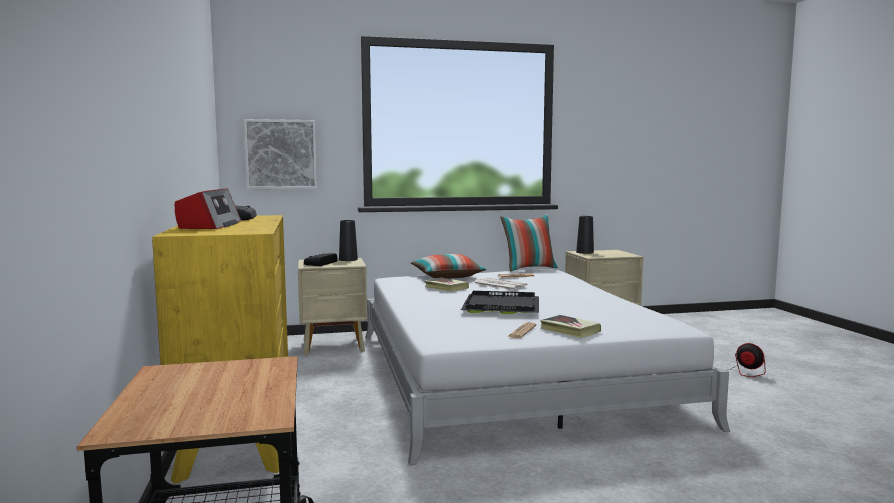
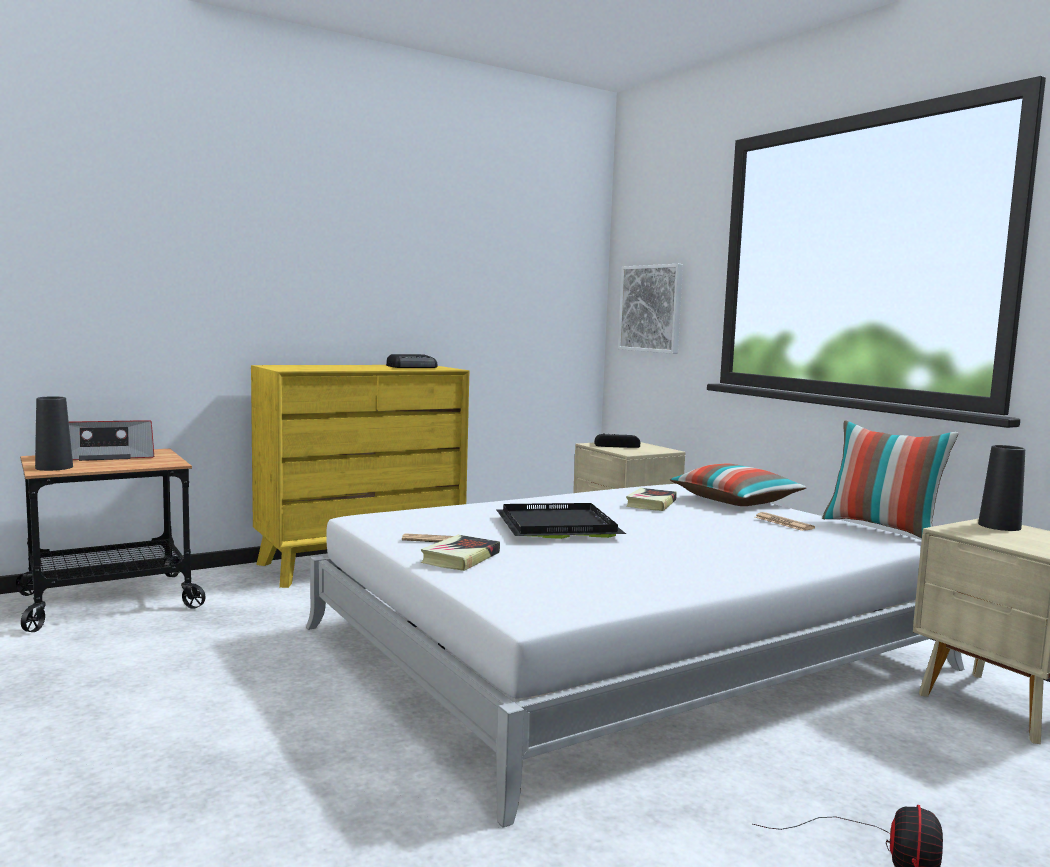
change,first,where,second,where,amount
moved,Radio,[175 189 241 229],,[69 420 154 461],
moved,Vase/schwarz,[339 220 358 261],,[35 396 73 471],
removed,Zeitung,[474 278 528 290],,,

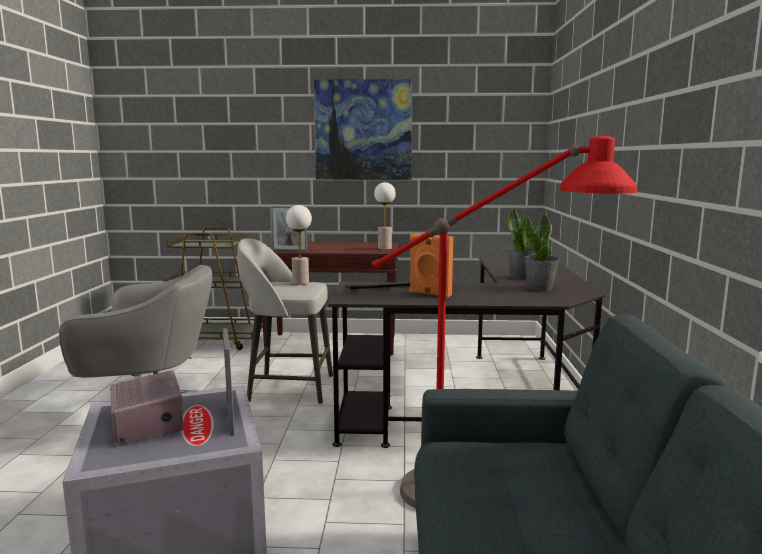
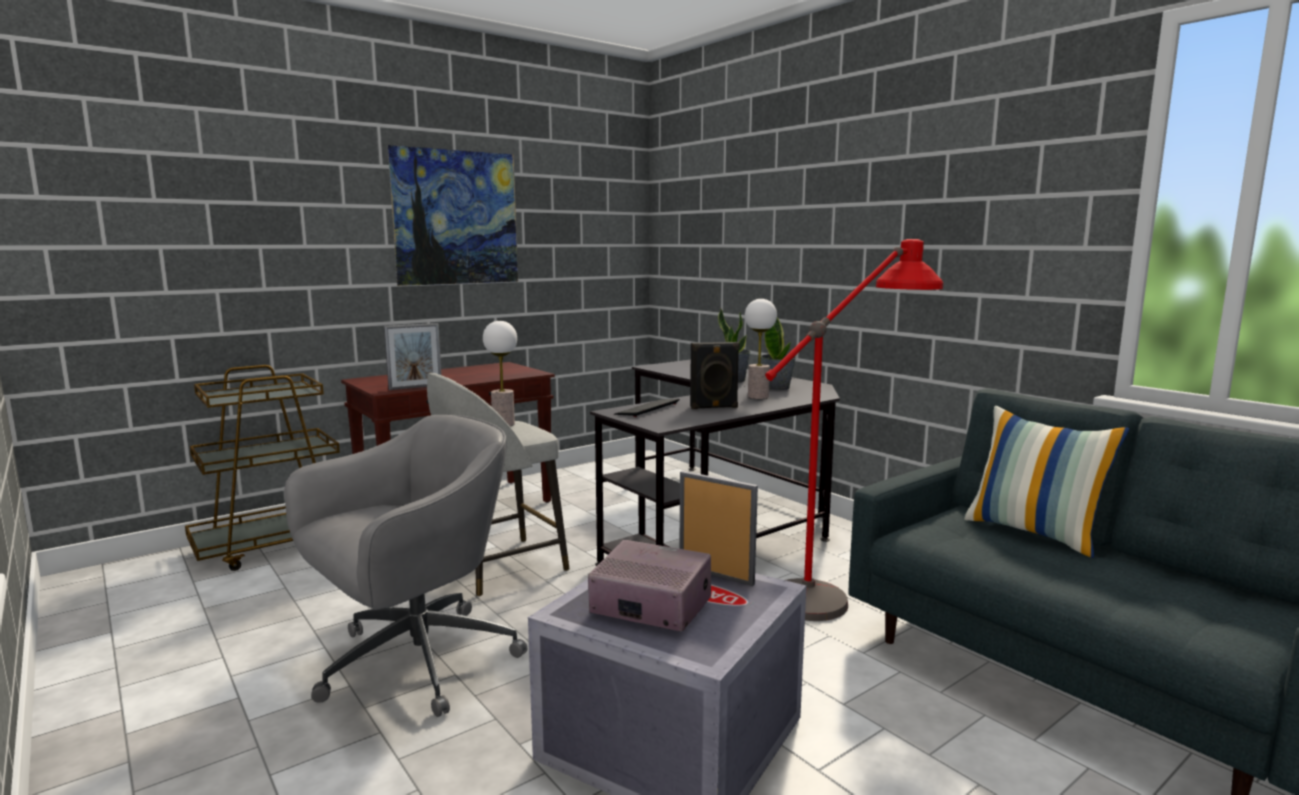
change,first,where,second,where,amount
moved,Tischlampe,[374 182 396 250],,[745 299 777 399],
recoloured,Lautsprecher/orange,[409 234 453 297],Lautsprecher/schwarz,[690 342 740 409],
added,,,Kissen,[964 406 1129 558],

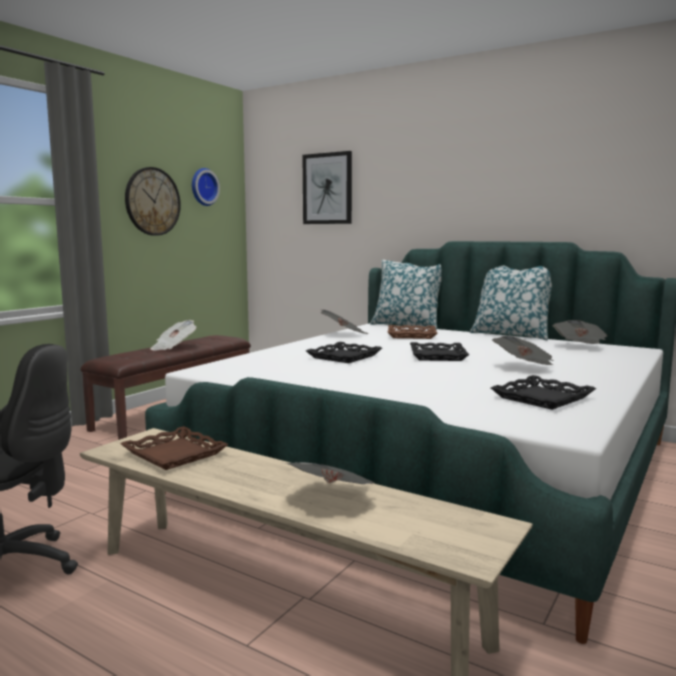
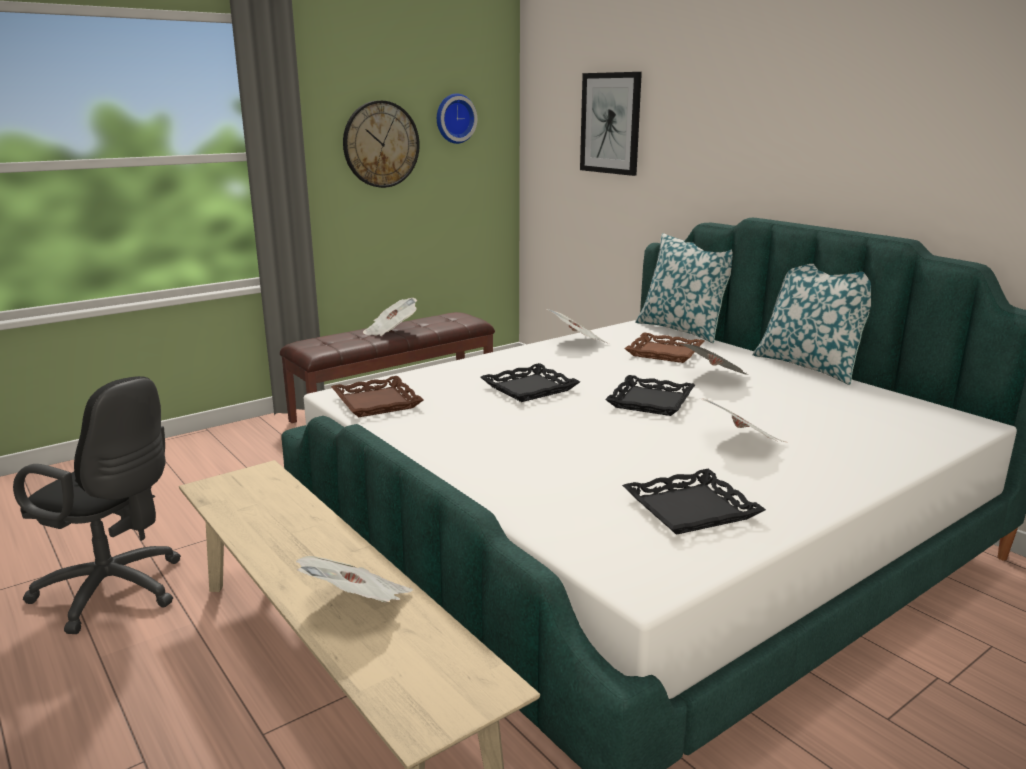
change,first,where,second,where,amount
moved,Tablett/braun,[120 426 229 470],,[331 376 424 417],
moved,Zeitung,[552 320 608 344],,[680 344 750 375],

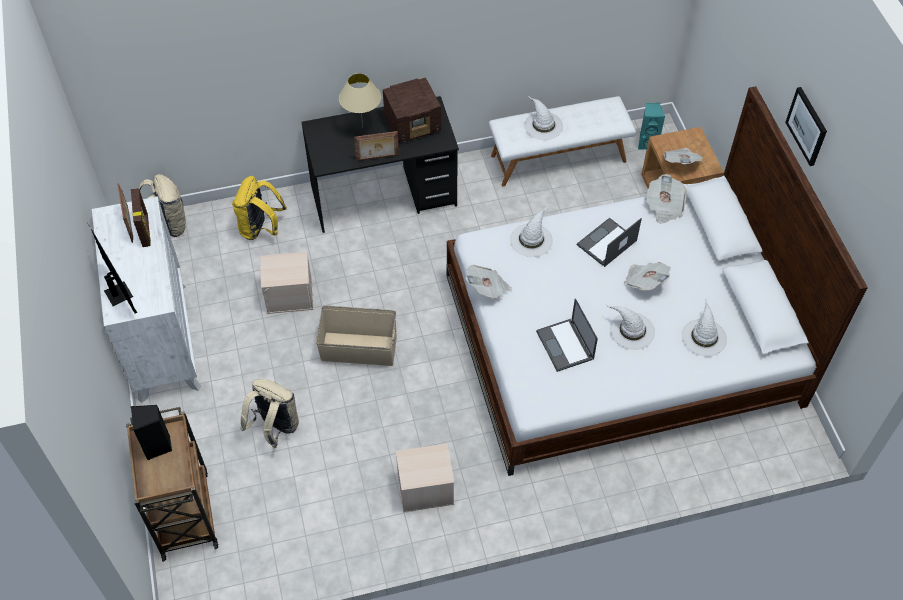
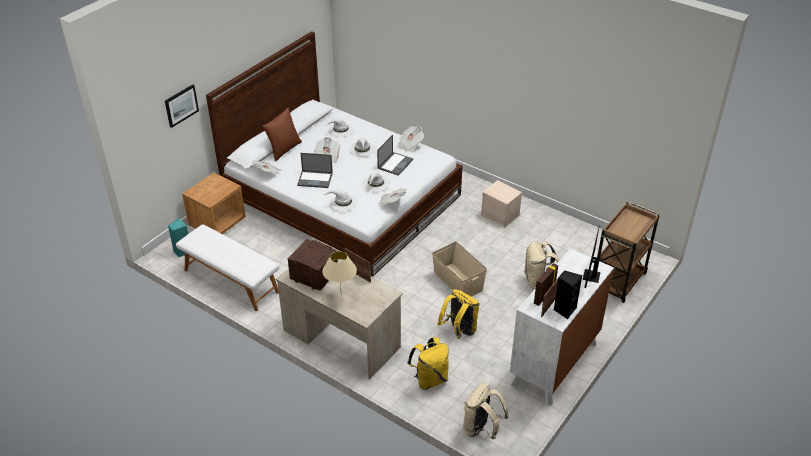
change,first,where,second,where,amount
moved,Lautsprecher/schwarz,[131 405 172 460],,[554 270 582 319],
replaced,Aufbewahrungsbox/beige,[260 252 313 314],Rucksack/gelb,[437 289 479 339],
recoloured,Schreibtisch/schwarz,[301 96 459 233],Schreibtisch/beige,[276 260 403 380],
moved,Hut/weiß,[524 96 563 140],,[362 172 390 192],
moved,Zeitung,[664 148 703 164],,[397 126 424 151],
moved,Bild,[785 87 827 166],,[165 84 199 128],
added,,,Kissen/braun,[263 108 302 161],

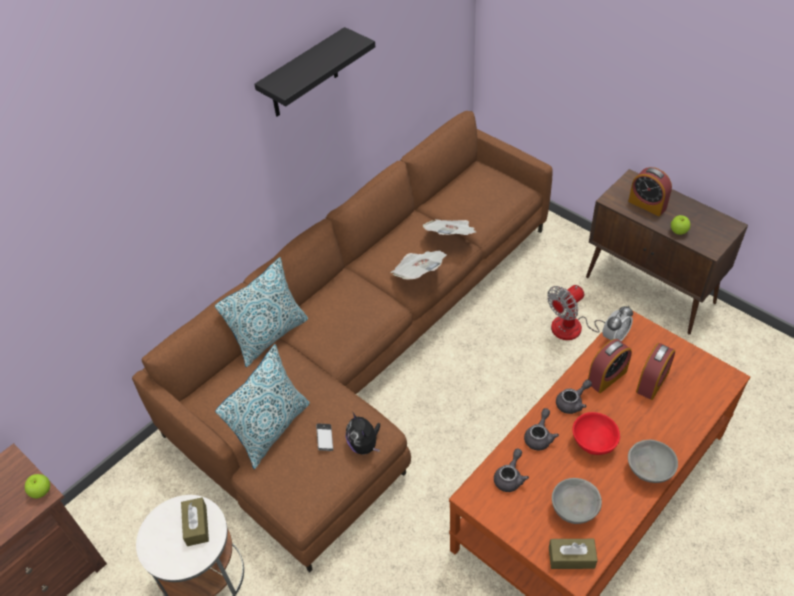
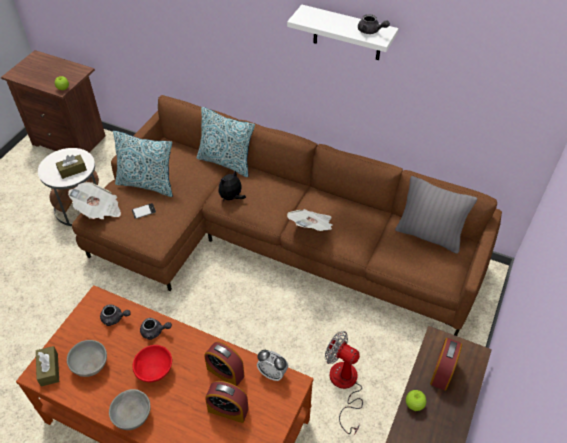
change,first,where,second,where,amount
recoloured,Wandregal/schwarz,[254 27 375 117],Wandregal/weiß,[287 5 399 60],
moved,Plüschtier,[346 412 380 455],,[218 170 246 201],
moved,Zeitung,[423 219 476 235],,[68 182 121 220],
moved,Teekanne/grau,[556 380 592 414],,[358 14 390 34],
added,,,Kissen/grau,[395 176 477 254],

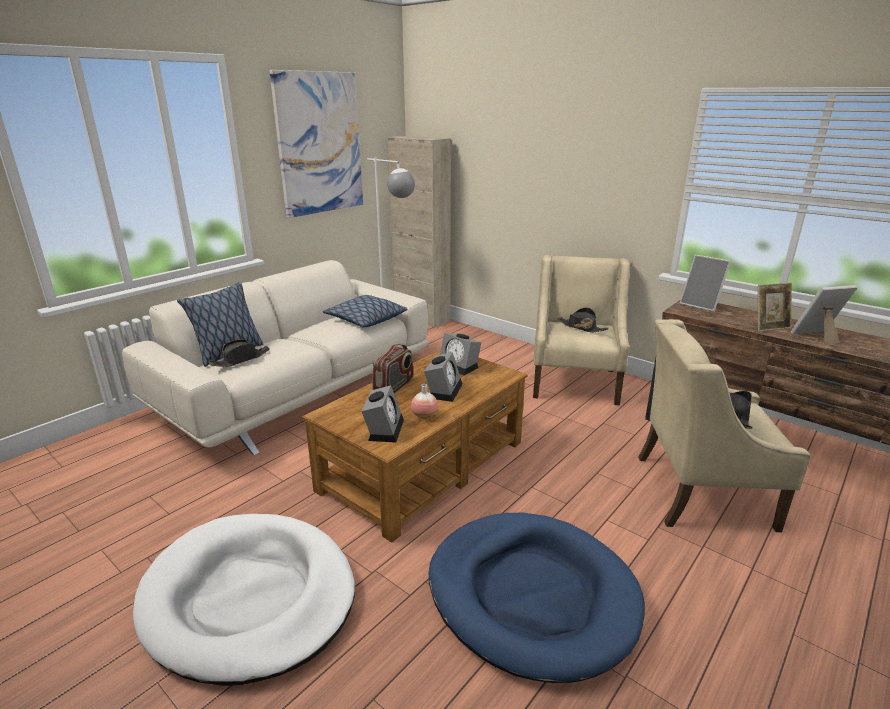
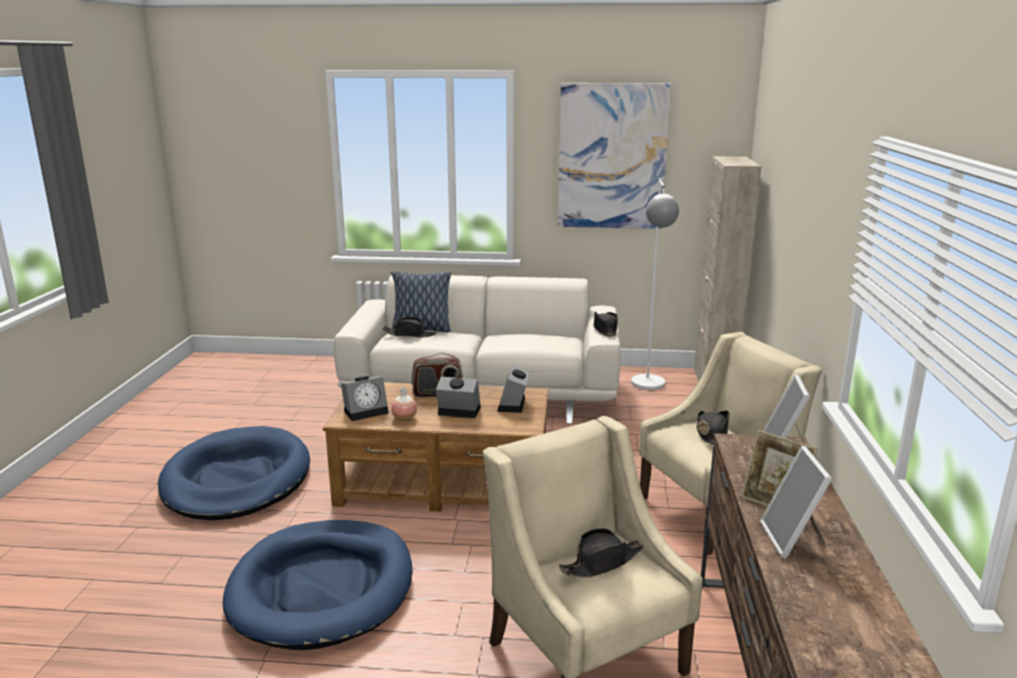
change,first,where,second,where,amount
recoloured,Hundebett/weiß,[133 514 355 686],Hundebett/blau,[158 426 310 520],
removed,Kissen,[323 295 407 327],,,
turned,Wecker,[424 352 462 402],,[436 377 481 418],150 degrees counterclockwise
turned,Bilderrahmen,[791 285 858 344],,[760 446 832 558],135 degrees counterclockwise
added,,,Hut/schwarz,[594 312 618 337],

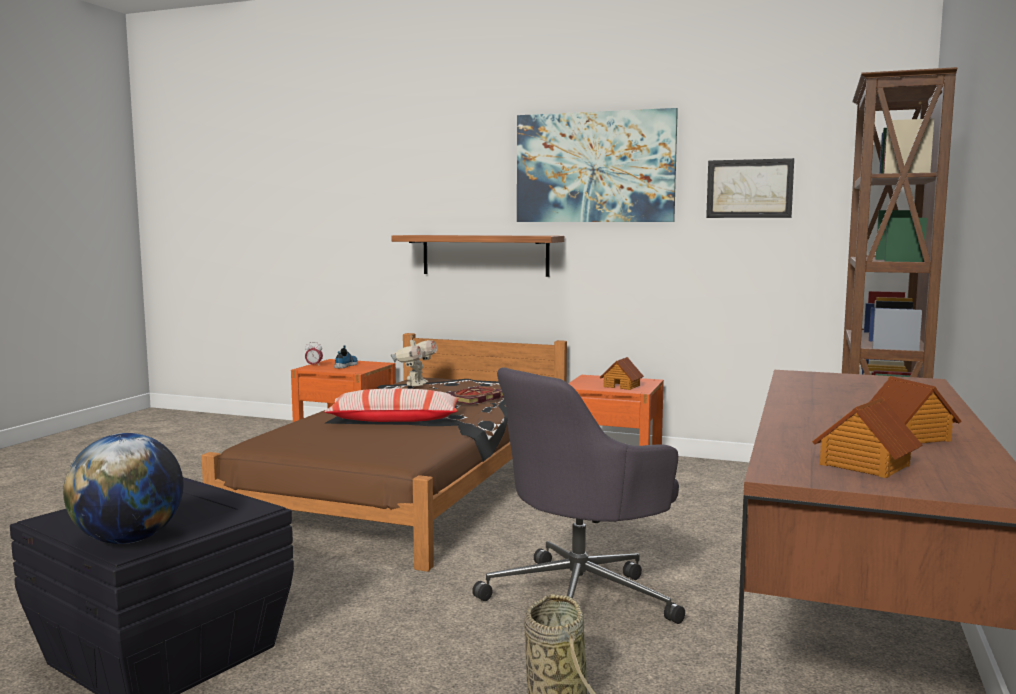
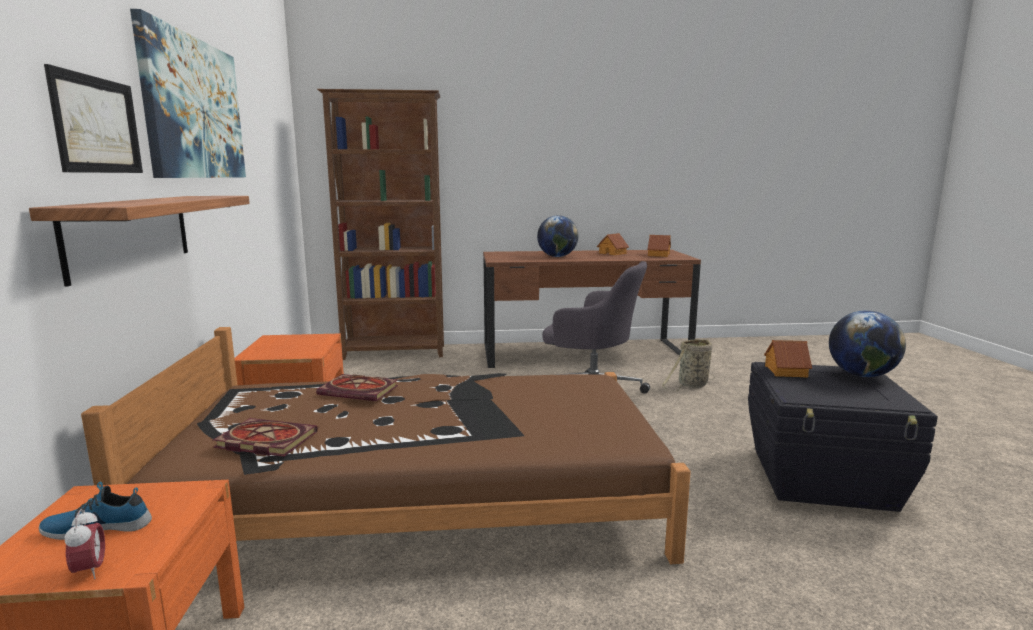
change,first,where,second,where,amount
removed,Kissen,[324 388 459 422],,,
replaced,Spielzeugroboter,[391 336 437 386],Buch,[213 418 318 457],
moved,Spielzeughaus,[600 357 644 390],,[764 340 812 378],
moved,Bild,[706 158 794 218],,[44 64 143 173],
added,,,Globus,[537 215 578 257],

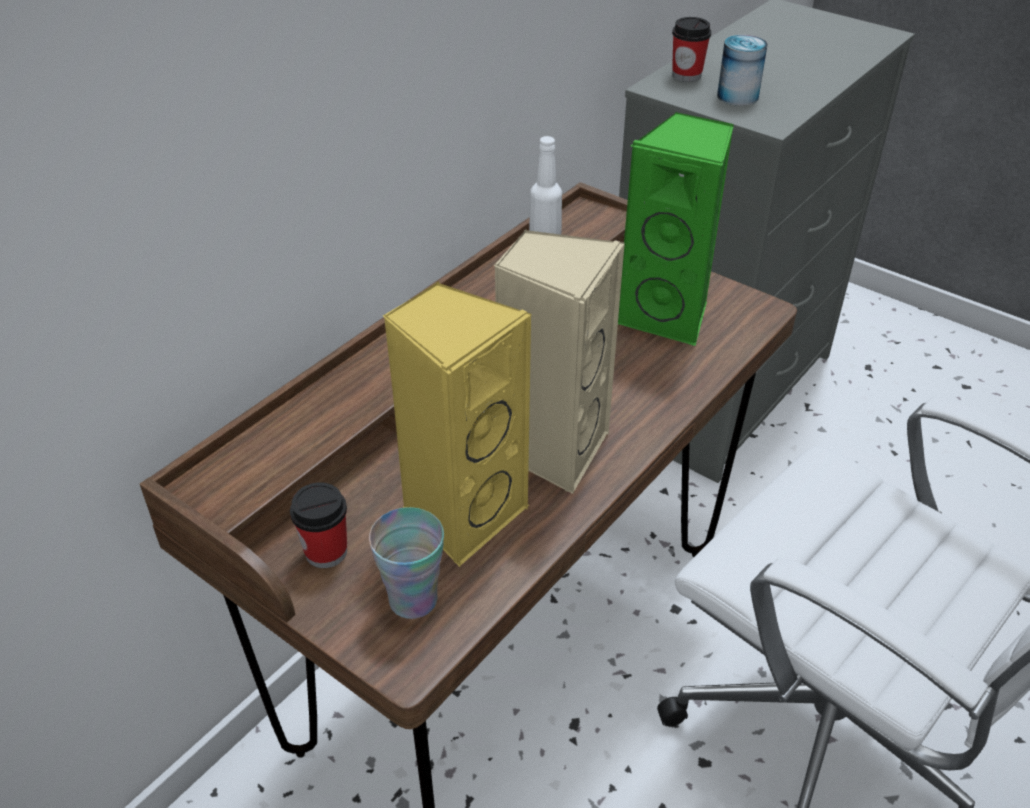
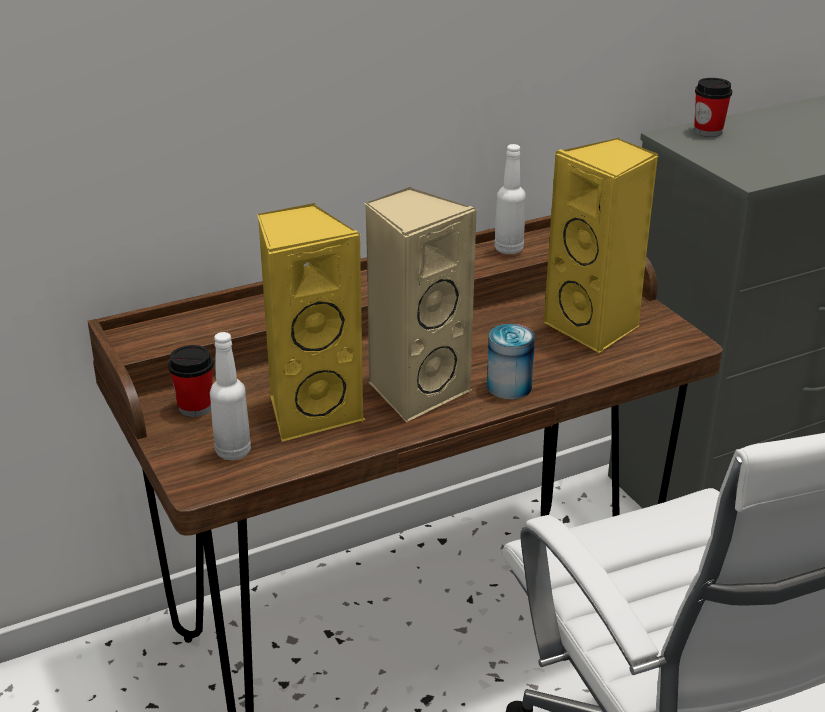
change,first,where,second,where,amount
replaced,Tasse,[369 507 444 619],Flasche/weiß,[210 332 251 460],
recoloured,Lautsprecher/grün,[618 112 734 347],Lautsprecher/gelb,[544 138 658 354],
moved,Dose,[717 35 768 106],,[487 324 535 399],

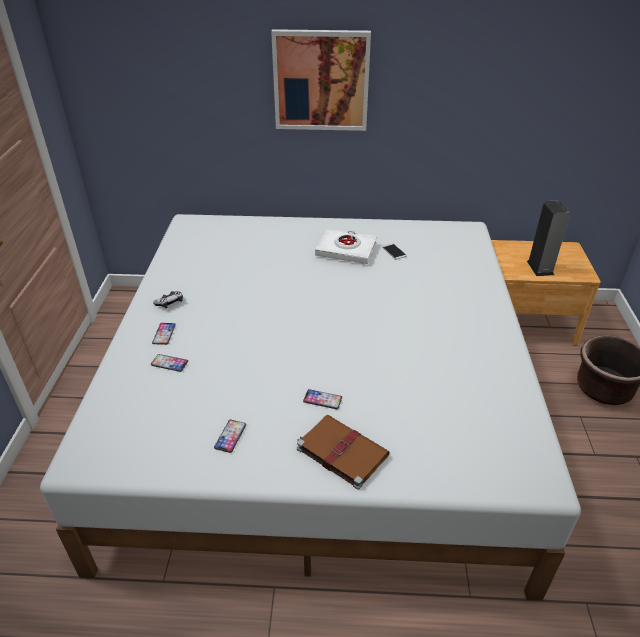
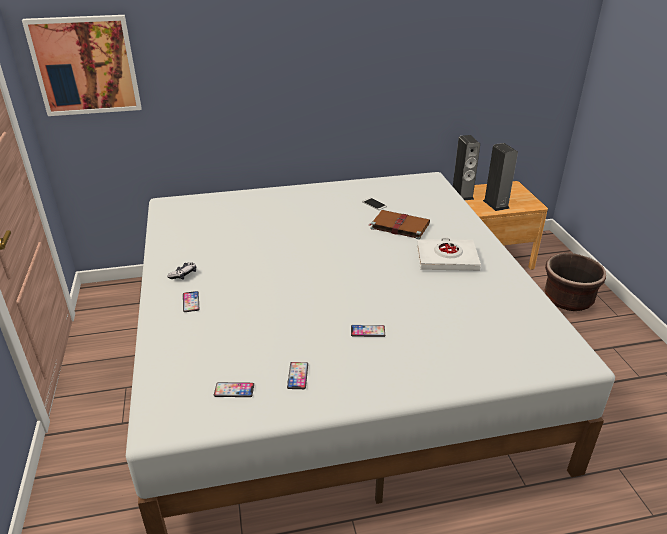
change,first,where,second,where,amount
moved,Handy,[151 354 188 372],,[214 382 254 397],
moved,Bild,[271 29 371 131],,[22 15 142 116],
moved,Buch/braun,[297 415 390 490],,[370 210 430 239],
moved,Buch/weiß,[315 229 377 264],,[417 238 481 271],
added,,,Lautsprecher,[453 135 480 200],

